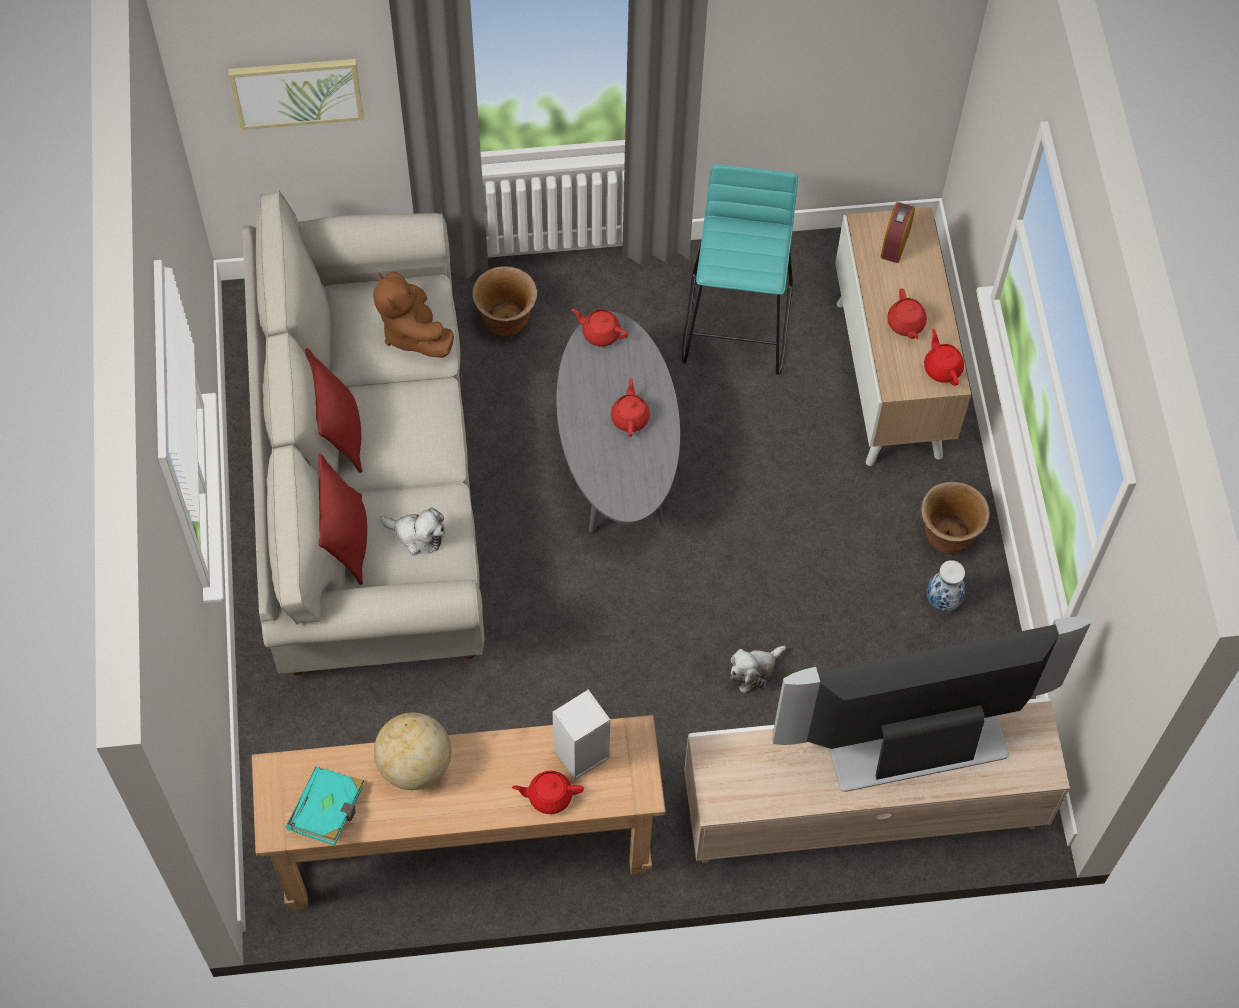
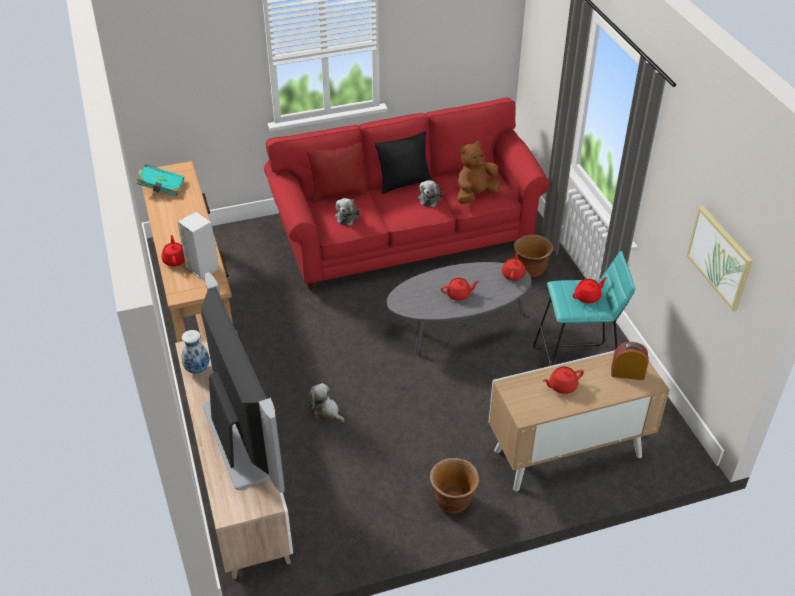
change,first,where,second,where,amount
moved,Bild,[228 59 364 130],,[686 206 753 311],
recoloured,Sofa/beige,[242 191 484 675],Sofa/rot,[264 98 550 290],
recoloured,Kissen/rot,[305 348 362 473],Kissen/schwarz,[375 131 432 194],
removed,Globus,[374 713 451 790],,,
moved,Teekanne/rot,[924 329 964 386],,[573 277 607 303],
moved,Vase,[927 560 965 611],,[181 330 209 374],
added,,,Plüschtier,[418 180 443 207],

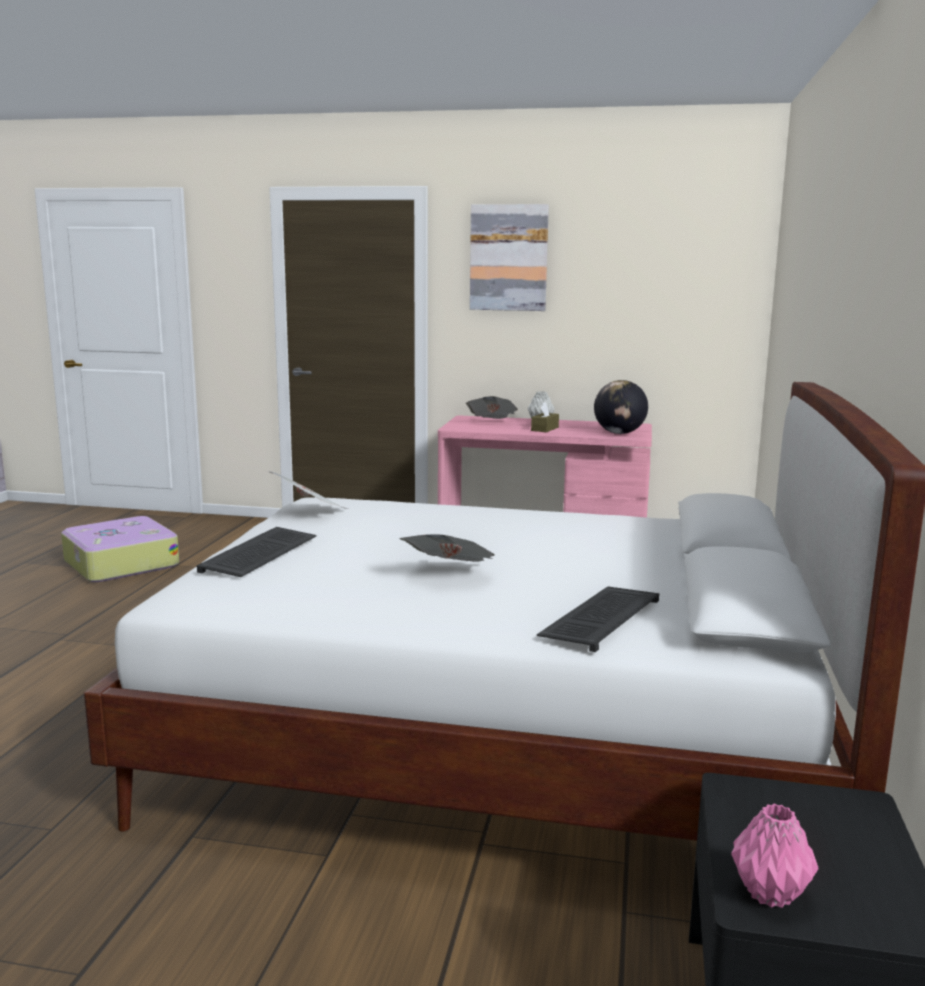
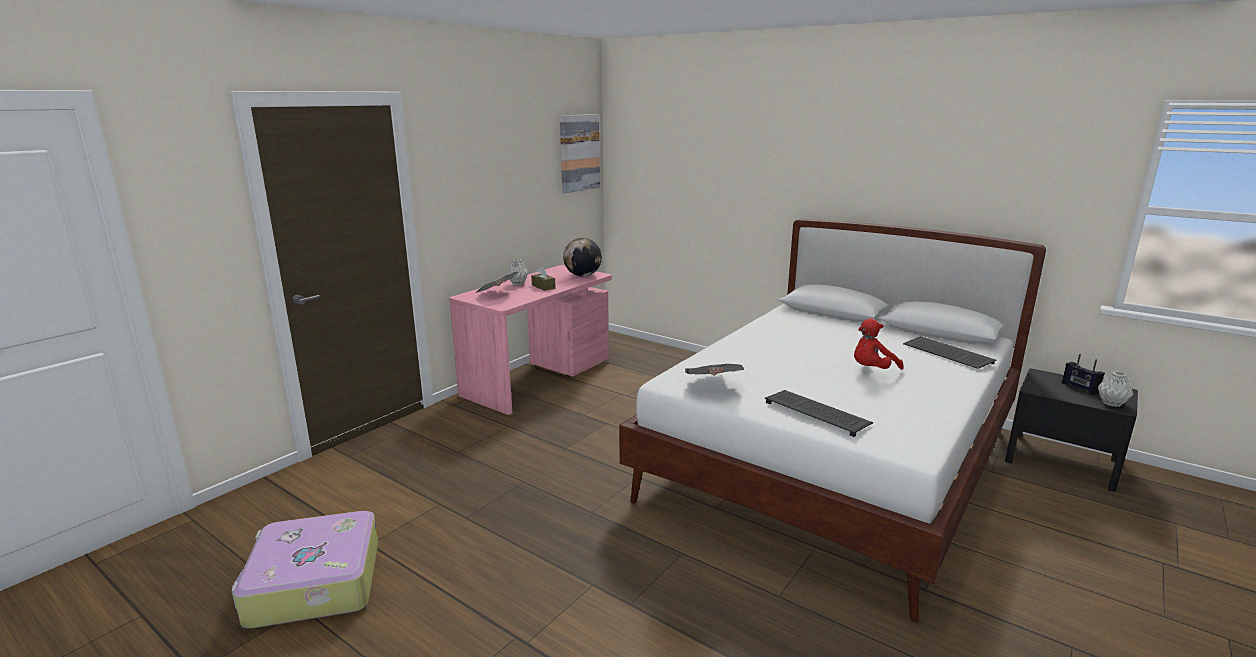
change,first,where,second,where,amount
replaced,Zeitung,[399 534 495 562],Plüschtier/rot,[854 319 903 370],
moved,Bild,[470 204 549 311],,[560 114 600 193],
recoloured,Vase/rosa,[731 804 819 908],Vase/grau,[1098 371 1133 407],
added,,,Radio,[1062 354 1105 395],

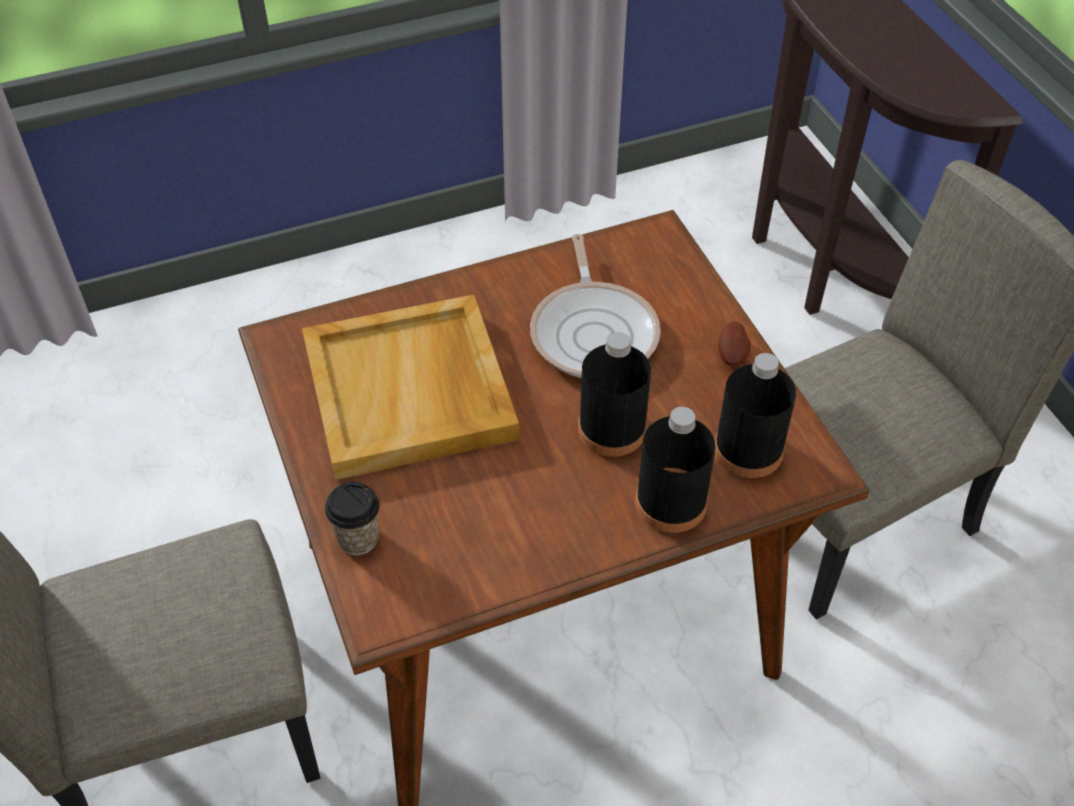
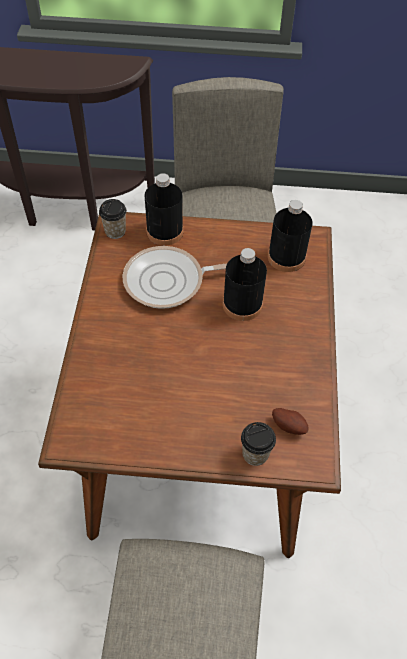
change,first,where,second,where,amount
removed,Tablett/beige,[302 294 519 480],,,
turned,Pfanne,[530 234 661 378],,[123 246 227 309],150 degrees clockwise
moved,Flasche/schwarz,[635 407 716 533],,[144 173 183 246],
moved,Kartoffel,[718 321 751 366],,[272 408 309 435],
added,,,Tasse,[99 199 127 239],

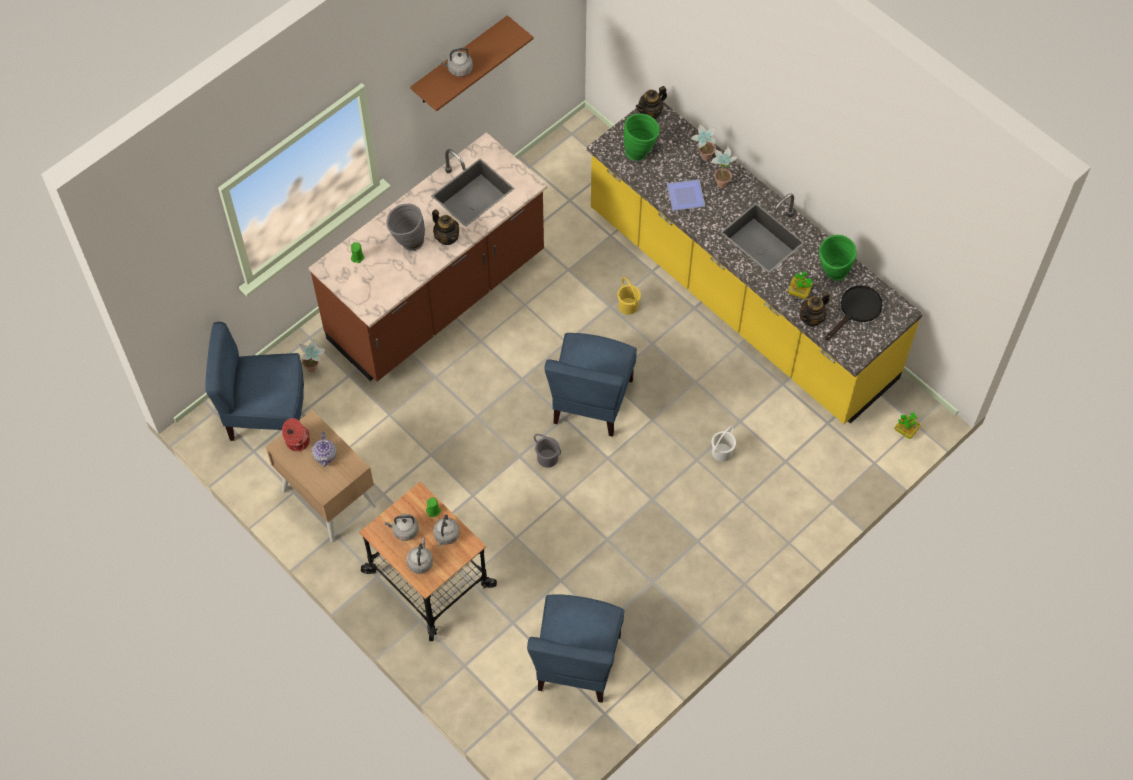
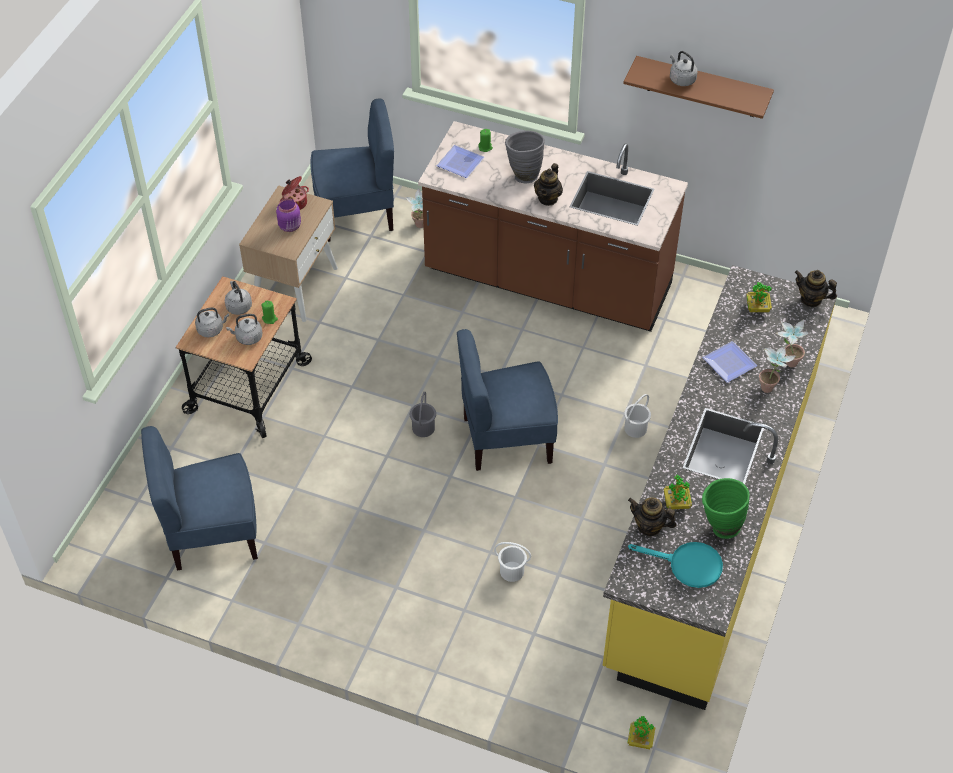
change,first,where,second,where,amount
turned,Stuhl/blau,[205 322 304 441],,[310 99 394 242],105 degrees clockwise
replaced,Teekanne,[312 432 336 466],Vorratsglas/lila,[276 198 301 232],
recoloured,Eimer/gelb,[617 277 641 315],Eimer/weiß,[624 394 651 438],
replaced,Vase/grün,[624 114 660 161],Topfpflanze,[746 282 772 312],
recoloured,Pfanne/schwarz,[825 286 883 340],Pfanne/türkis,[628 542 723 588],
added,,,Teller,[436 145 484 178],

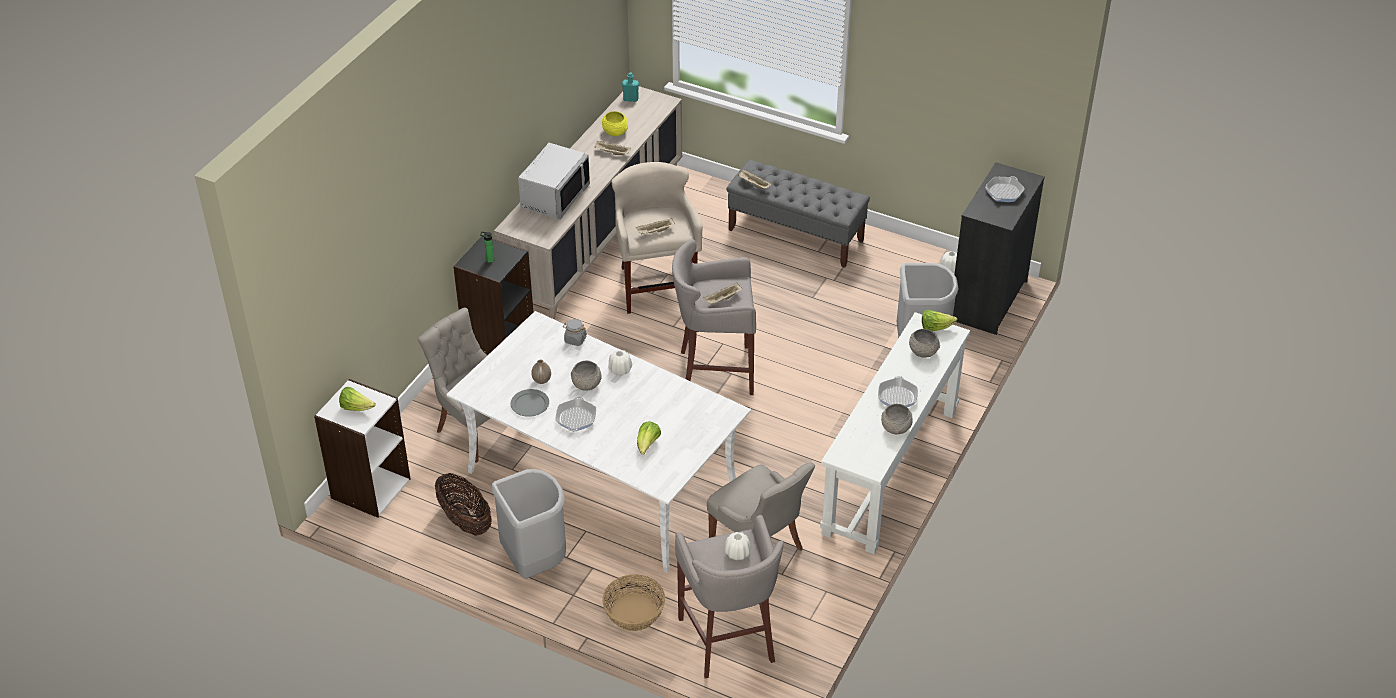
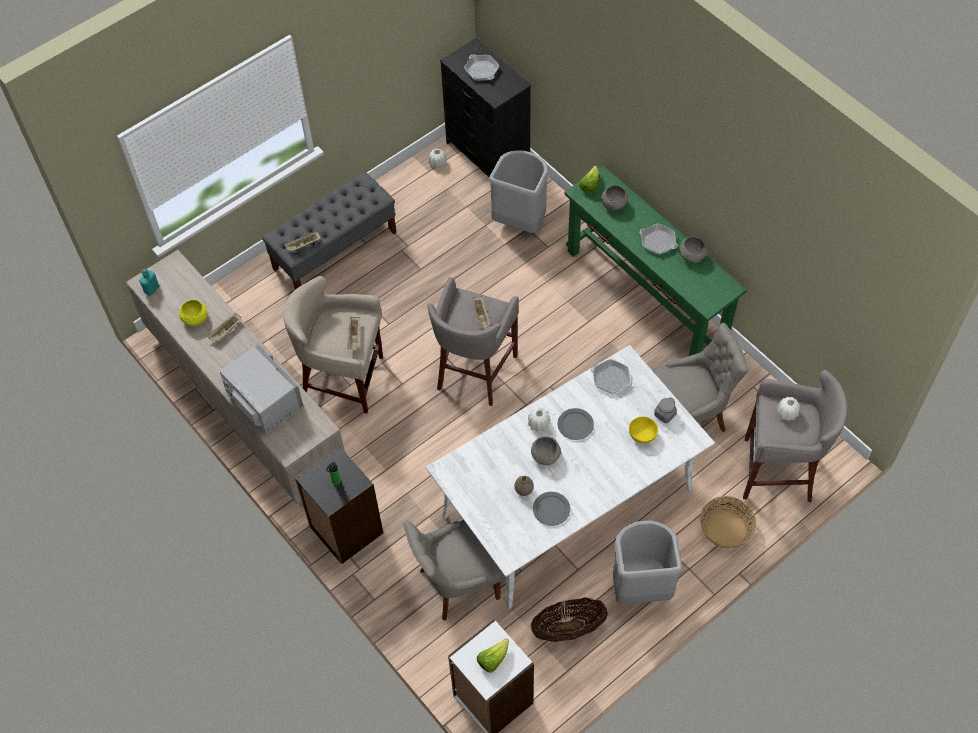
change,first,where,second,where,amount
moved,Pfanne,[556 397 596 432],,[591 359 632 394],
moved,Vorratsglas/grau,[563 319 587 346],,[654 397 677 423],
replaced,Salatkopf,[637 421 661 455],Schüssel/gelb,[629 416 658 443],
recoloured,Konsolentisch/weiß,[820 312 970 554],Konsolentisch/grün,[564 166 747 356],
added,,,Teller/grau,[558 408 594 440],

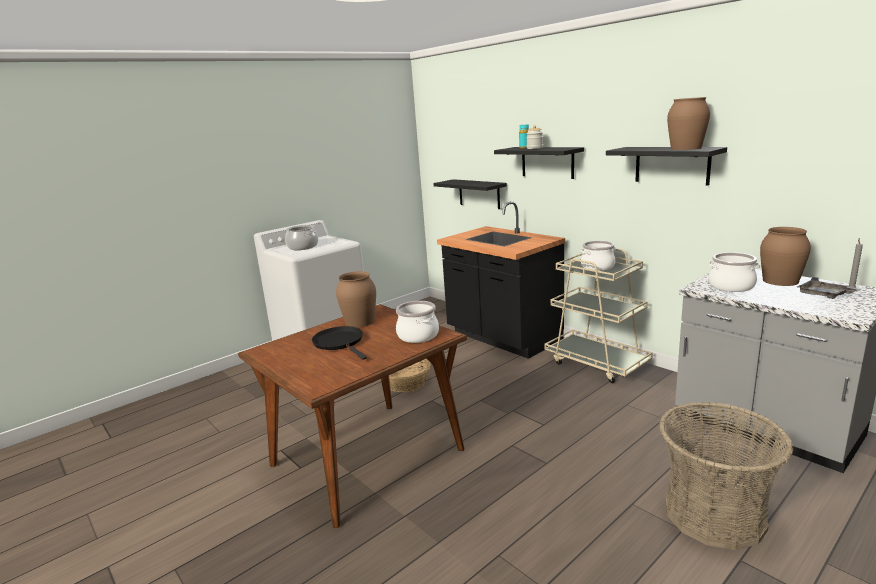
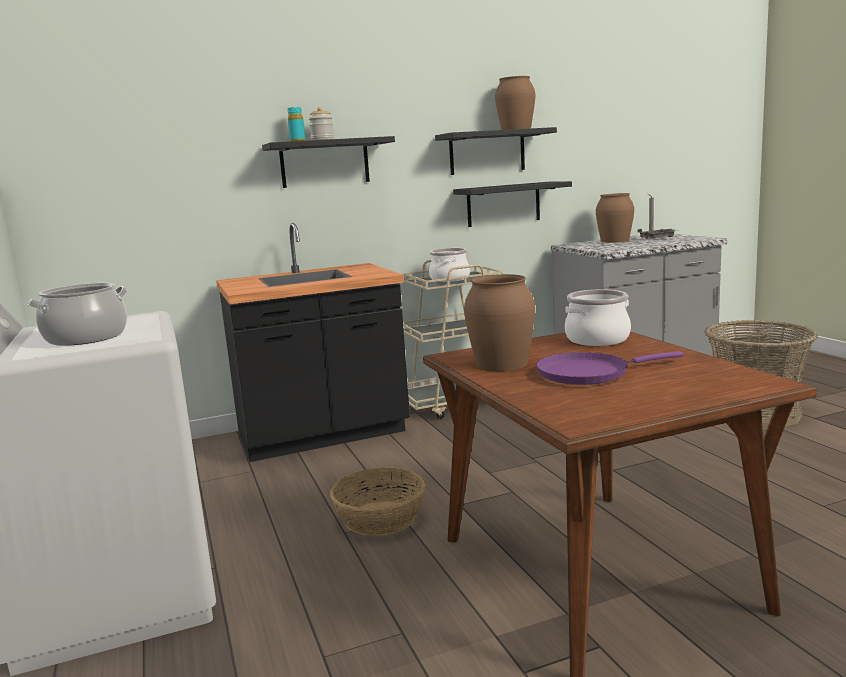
change,first,where,second,where,amount
recoloured,Pfanne/schwarz,[312 326 367 360],Pfanne/lila,[536 351 683 385],
moved,Wandregal/schwarz,[433 179 507 209],,[453 181 572 227],
removed,Kochtopf,[708 252 760 292],,,

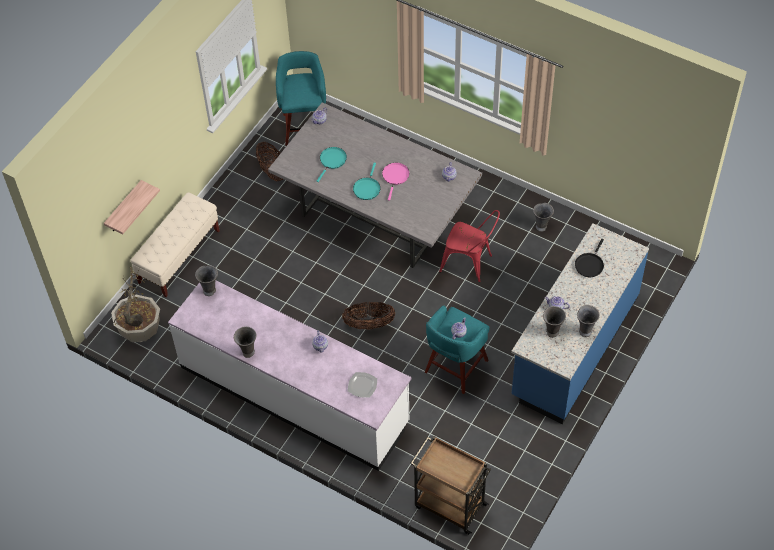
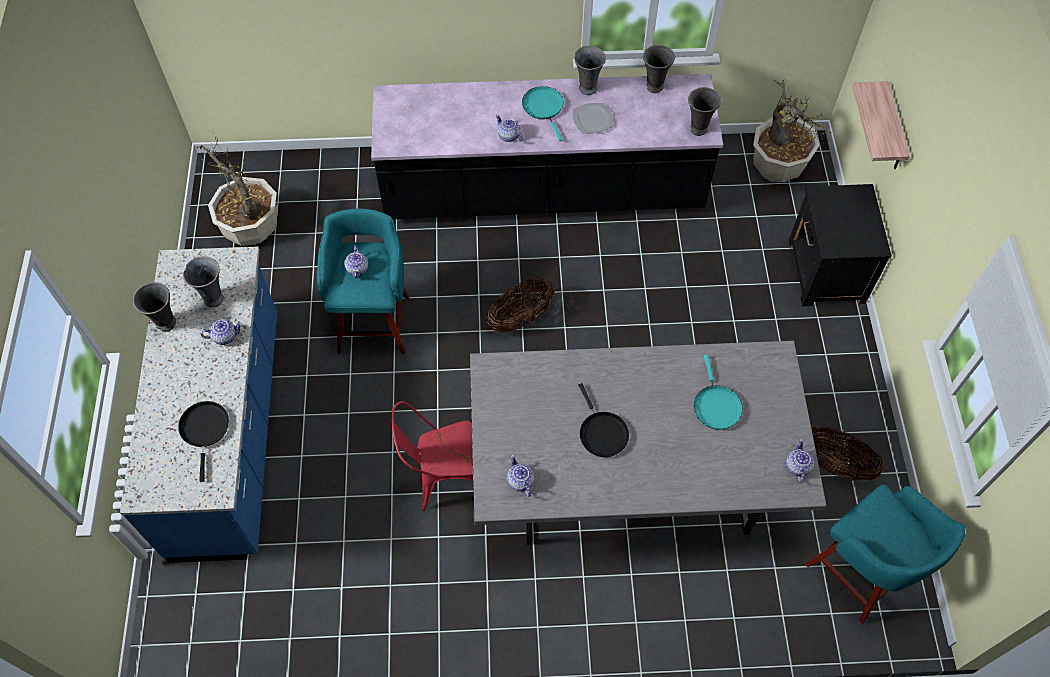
change,first,where,second,where,amount
replaced,Bank/beige,[130 192 220 297],Nachttisch/schwarz,[789 184 892 306],
recoloured,Küchenzeile/weiß,[168 281 411 471],Küchenzeile/schwarz,[371 74 723 219],
moved,Teller,[348 372 377 398],,[573 103 613 133],
moved,Pfanne/türkis,[353 163 380 200],,[522 86 564 141],
recoloured,Pfanne/rosa,[382 163 409 201],Pfanne/schwarz,[578 383 629 457],
removed,Rollwagen/braun,[411 436 491 535],,,
moved,Vase/grau,[533 203 554 232],,[643 45 675 93],
added,,,Topfpflanze,[196 133 277 246],

